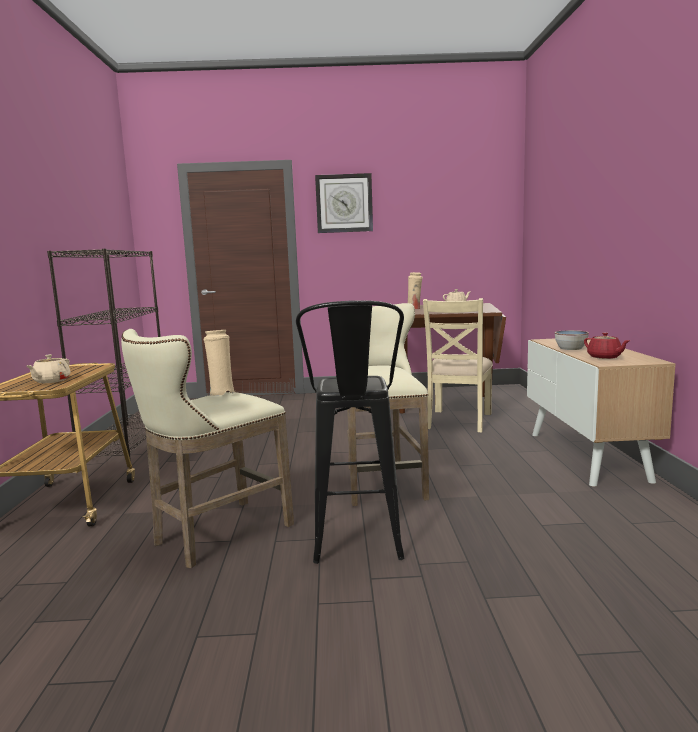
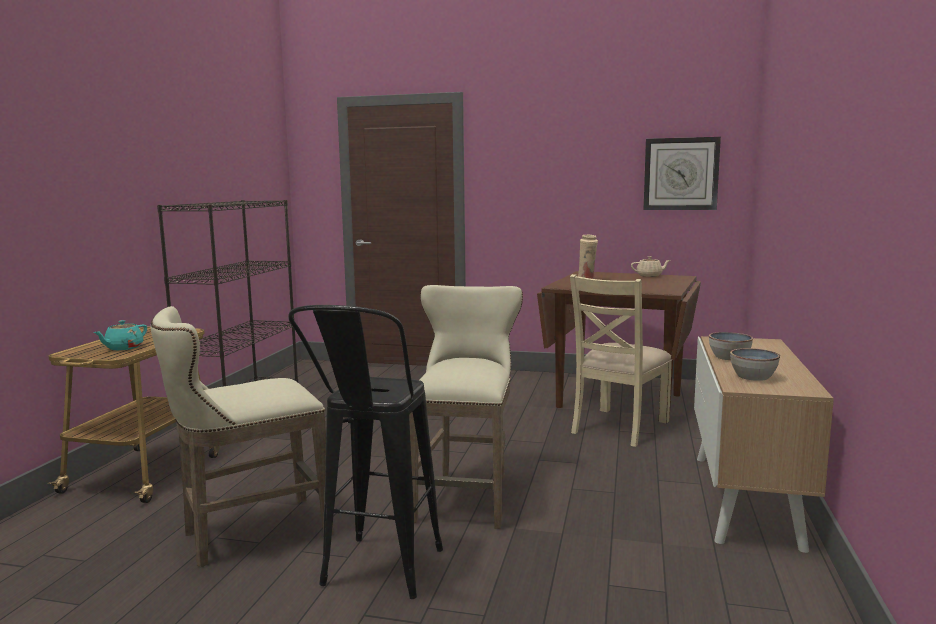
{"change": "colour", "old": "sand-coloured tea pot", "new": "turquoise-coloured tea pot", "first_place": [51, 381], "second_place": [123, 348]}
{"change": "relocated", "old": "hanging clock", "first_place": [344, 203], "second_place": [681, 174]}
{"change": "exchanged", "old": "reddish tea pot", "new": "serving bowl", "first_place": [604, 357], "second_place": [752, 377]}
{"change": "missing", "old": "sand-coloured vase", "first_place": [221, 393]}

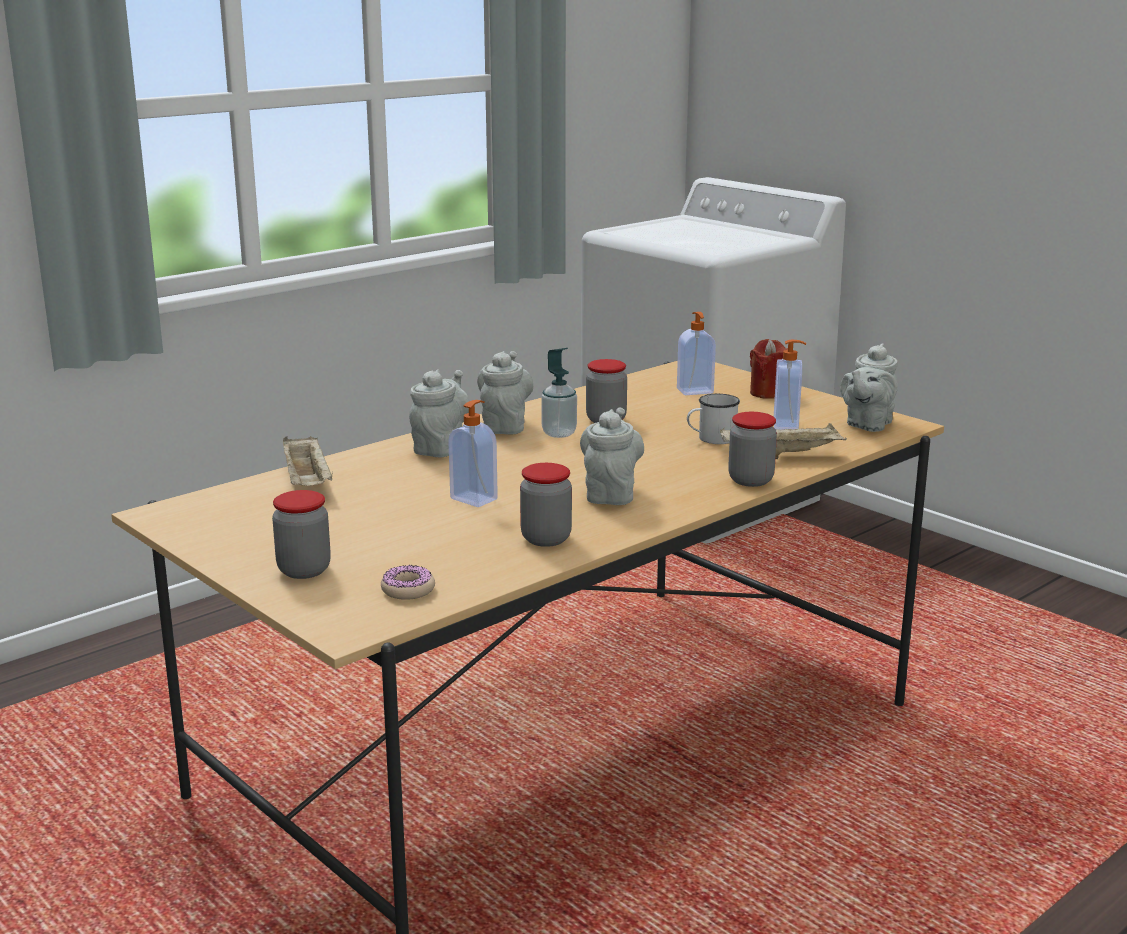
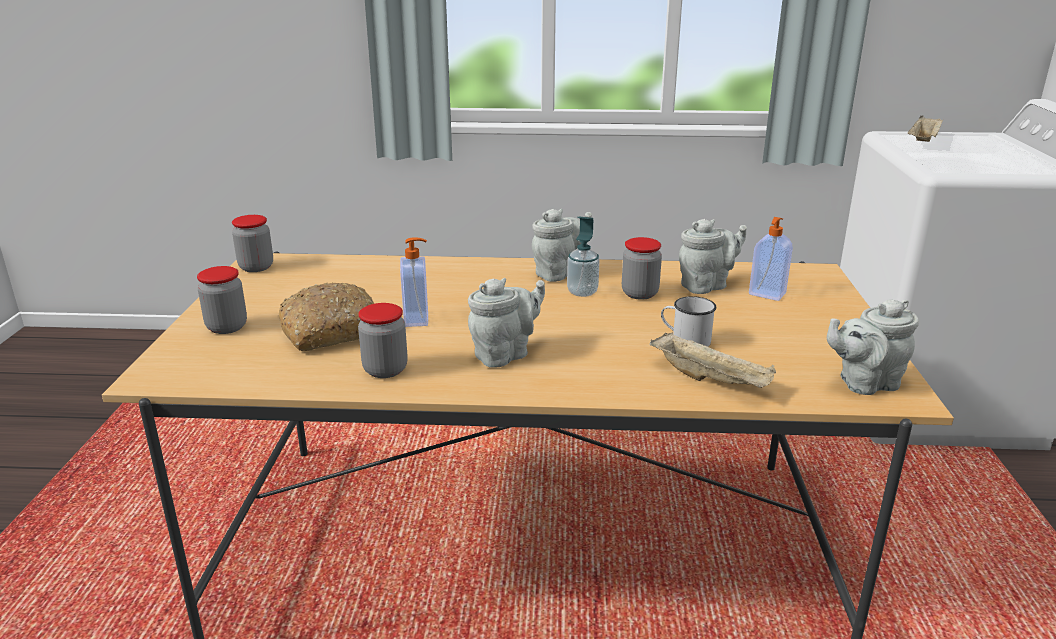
{"change": "relocated", "old": "storage jar", "first_place": [750, 480], "second_place": [256, 267]}
{"change": "appeared", "new": "baked bread", "second_place": [332, 331]}
{"change": "relocated", "old": "gray tea pot", "first_place": [440, 448], "second_place": [707, 286]}
{"change": "relocated", "old": "sand-coloured serving tray", "first_place": [308, 483], "second_place": [923, 142]}
{"change": "missing", "old": "donut", "first_place": [408, 590]}
{"change": "missing", "old": "reddish wax light", "first_place": [768, 393]}
{"change": "missing", "old": "liquid soap bottle", "first_place": [787, 425]}

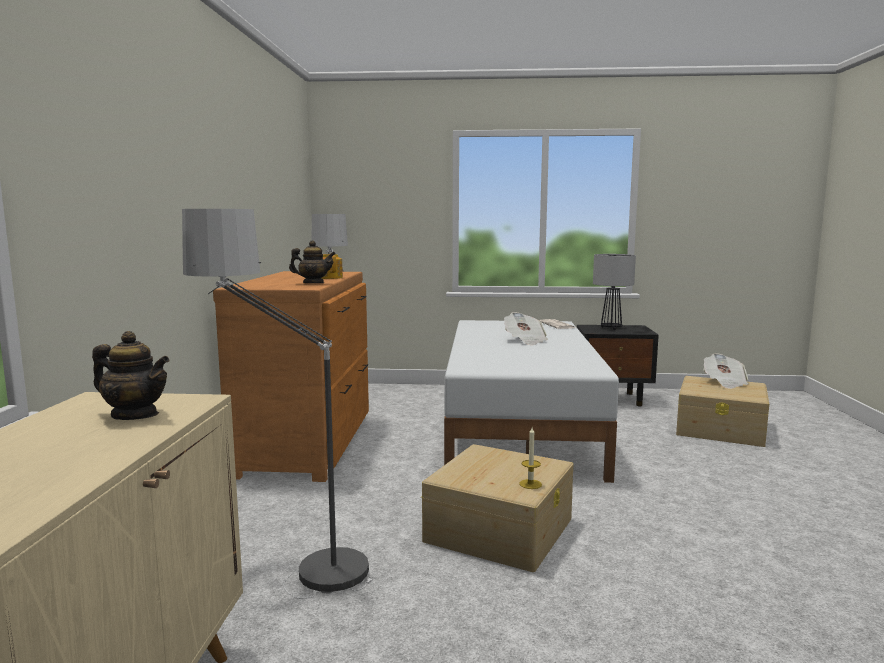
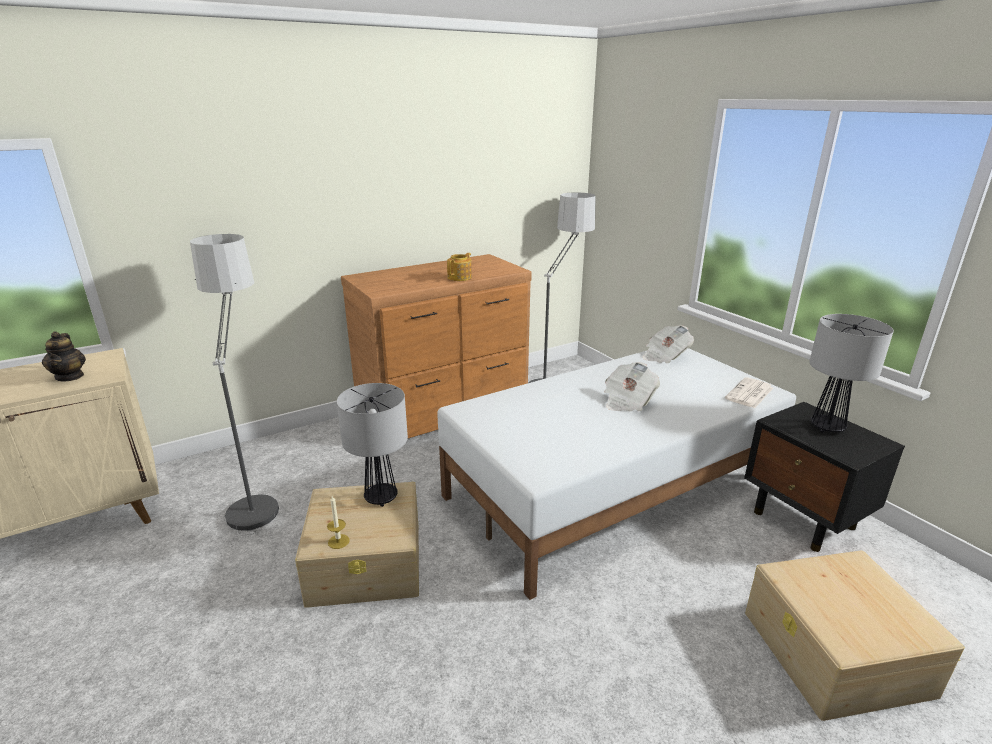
{"change": "appeared", "new": "lamp for a table", "second_place": [380, 498]}
{"change": "relocated", "old": "daily paper", "first_place": [724, 383], "second_place": [665, 356]}
{"change": "missing", "old": "tea pot", "first_place": [313, 283]}

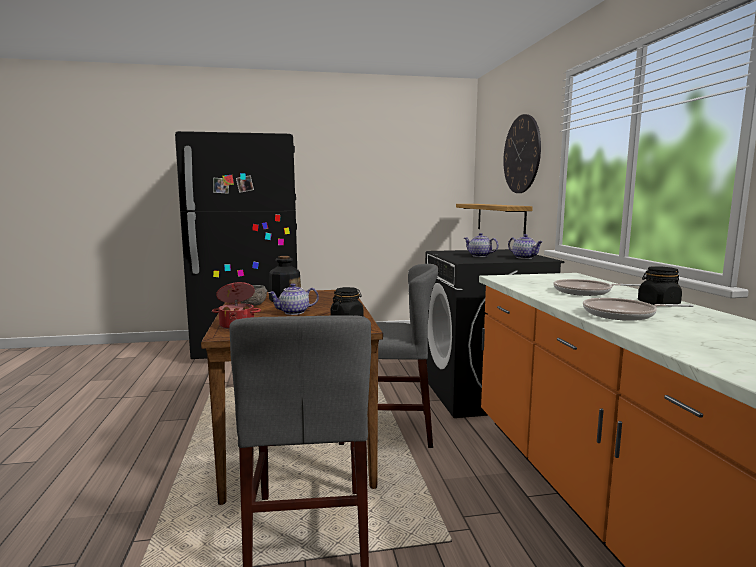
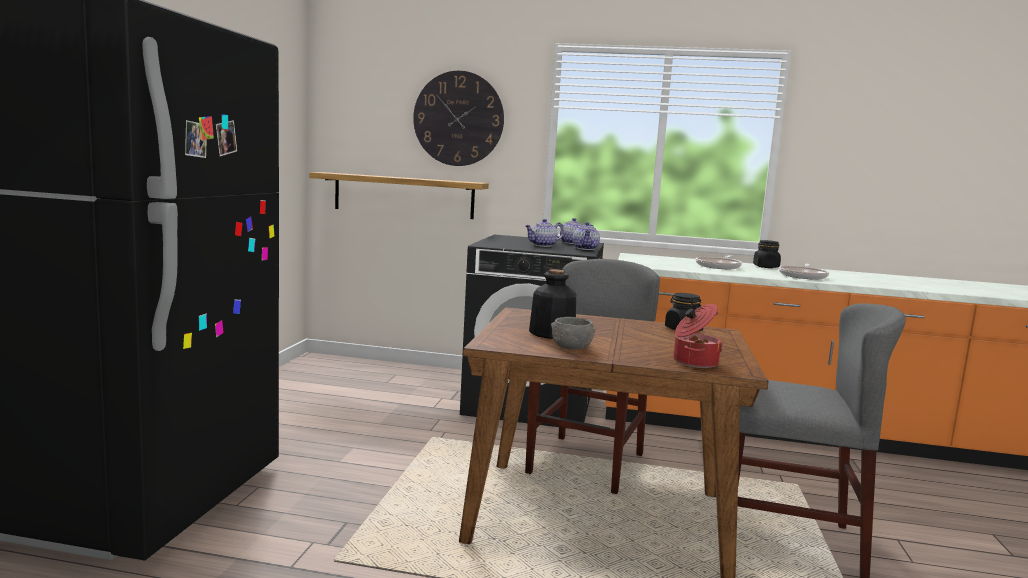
{"change": "relocated", "old": "tea pot", "first_place": [294, 312], "second_place": [586, 248]}

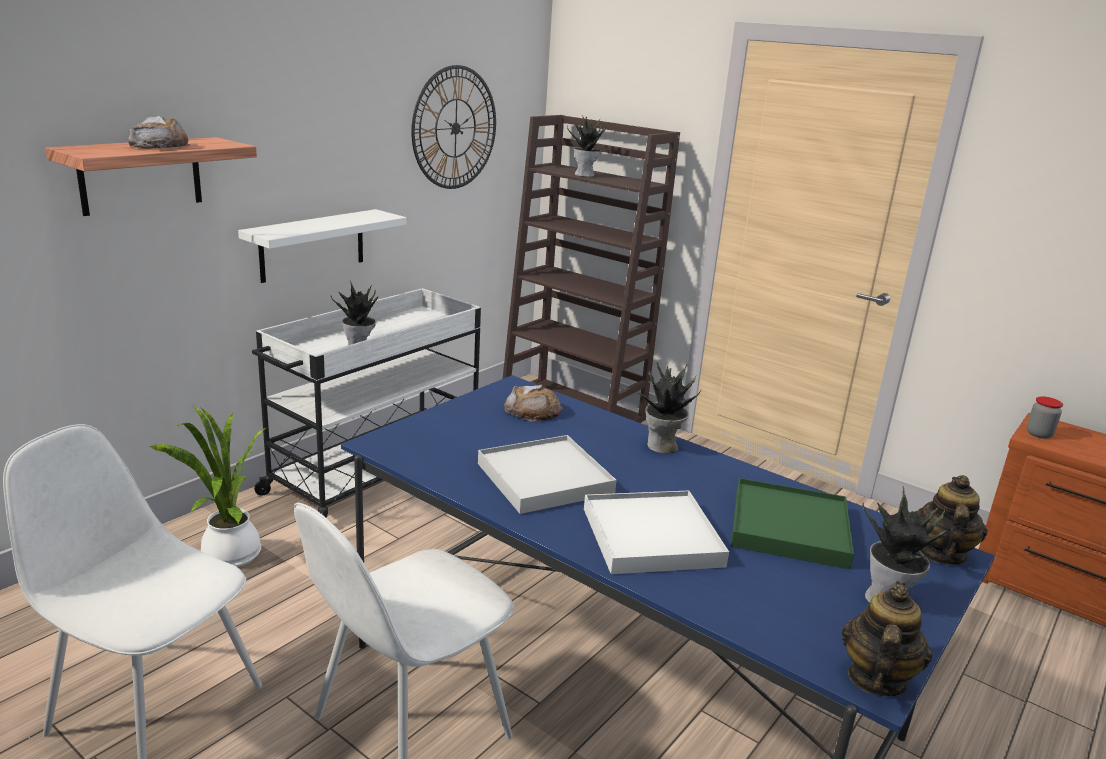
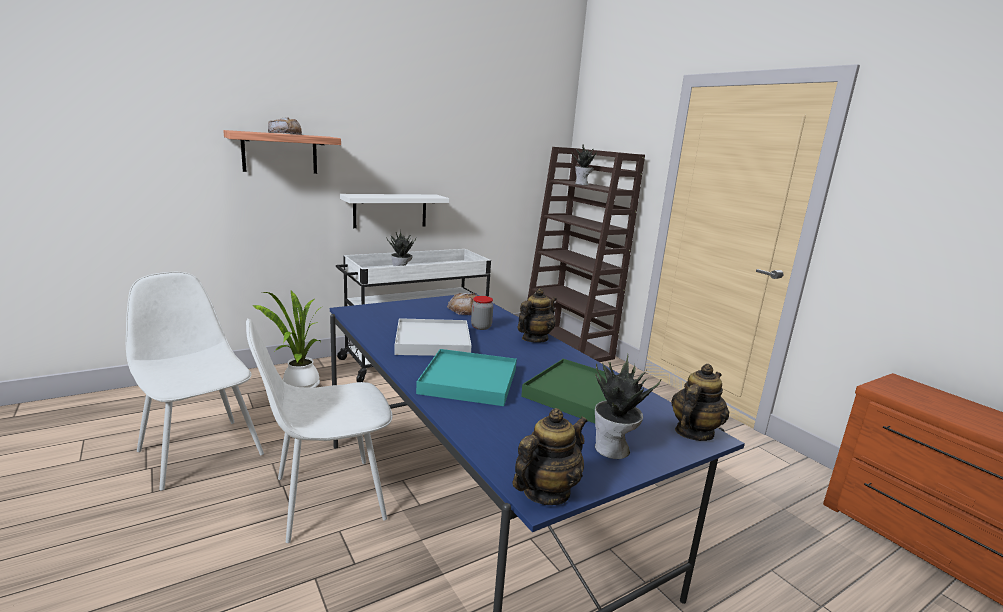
{"change": "colour", "old": "whitish serving tray", "new": "turquoise-coloured serving tray", "first_place": [651, 537], "second_place": [468, 381]}
{"change": "relocated", "old": "storage jar", "first_place": [1039, 434], "second_place": [481, 327]}
{"change": "exchanged", "old": "potted plant", "new": "tea pot", "first_place": [662, 446], "second_place": [534, 339]}
{"change": "missing", "old": "hanging clock", "first_place": [455, 128]}

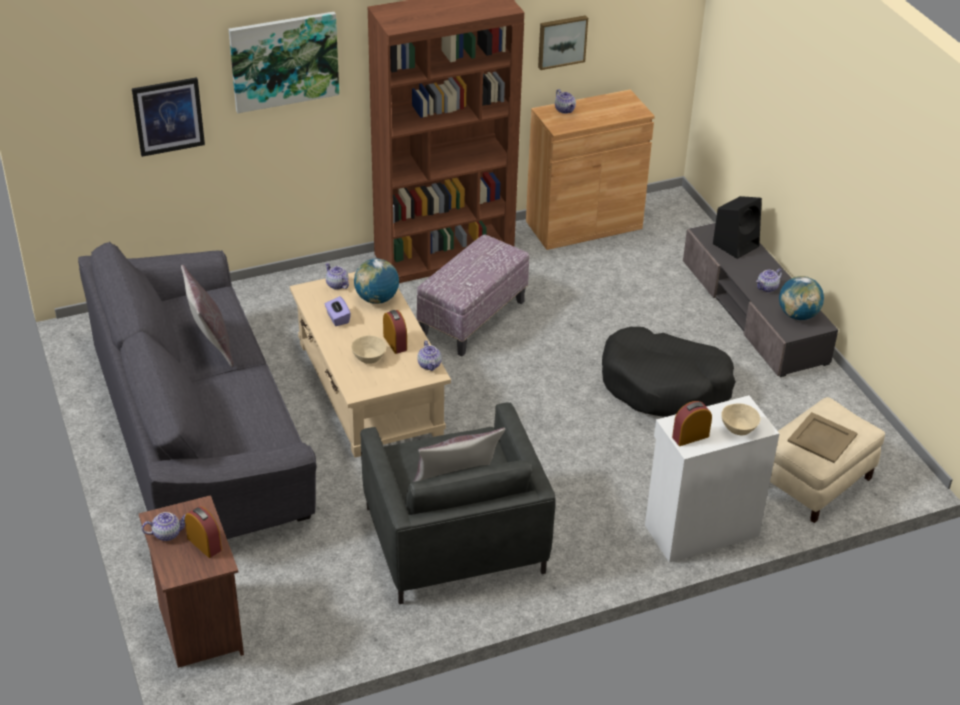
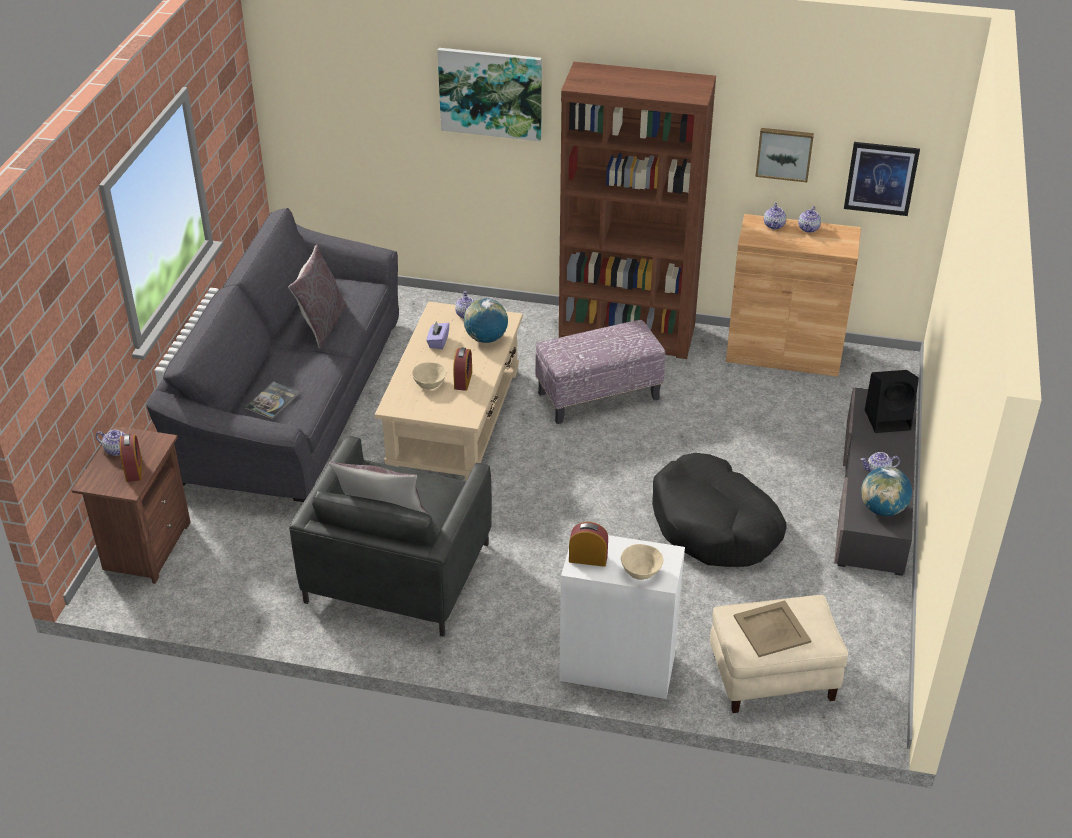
{"change": "appeared", "new": "volume", "second_place": [272, 401]}
{"change": "relocated", "old": "tea pot", "first_place": [429, 365], "second_place": [809, 229]}
{"change": "relocated", "old": "wall picture", "first_place": [168, 116], "second_place": [881, 178]}

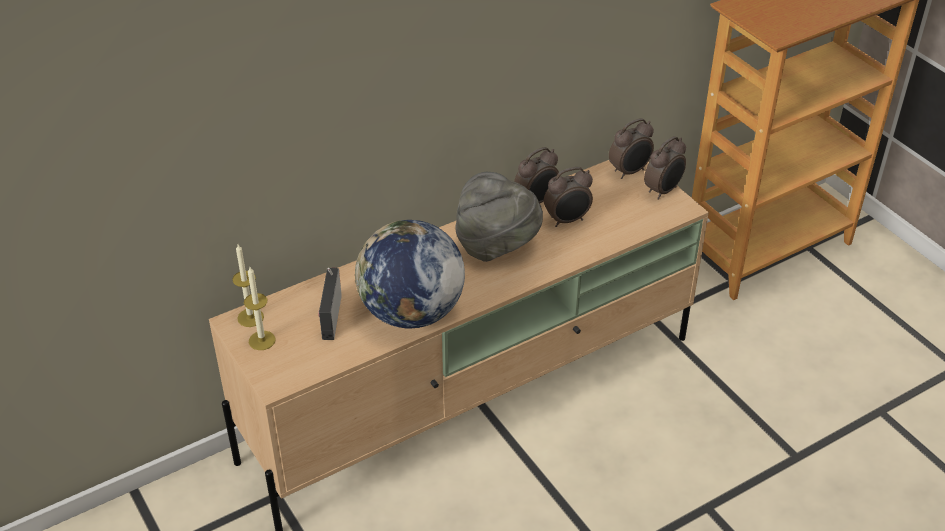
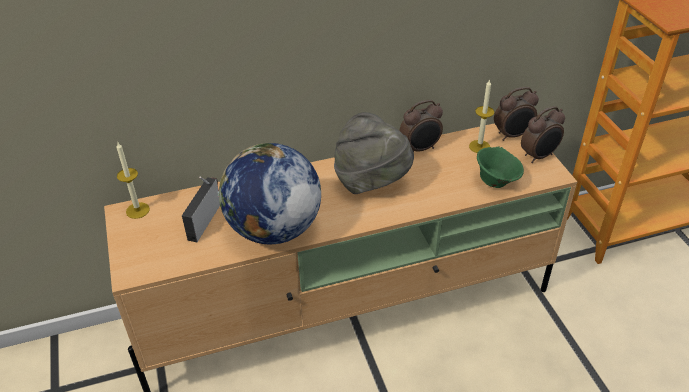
{"change": "relocated", "old": "wax light", "first_place": [262, 340], "second_place": [479, 146]}
{"change": "appeared", "new": "greenish serving bowl", "second_place": [496, 181]}
{"change": "missing", "old": "bedside clock", "first_place": [567, 220]}

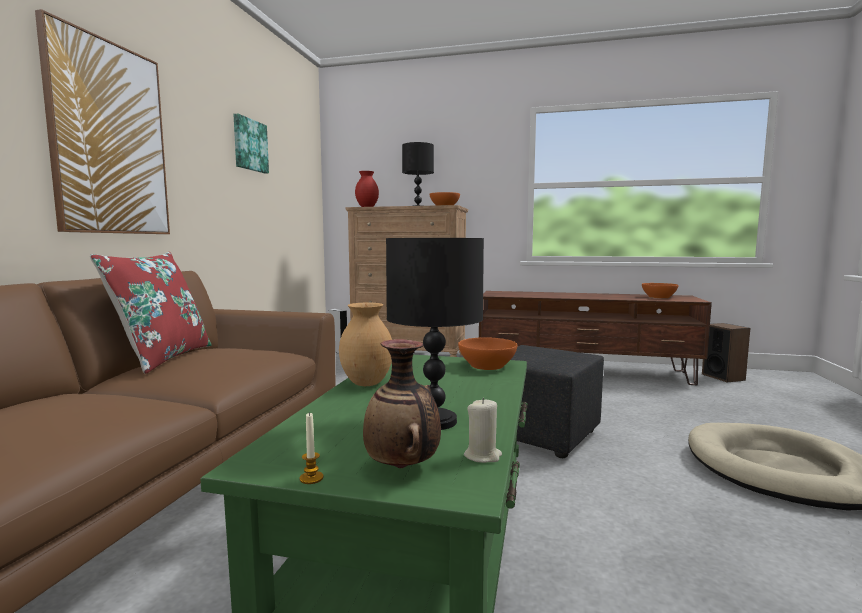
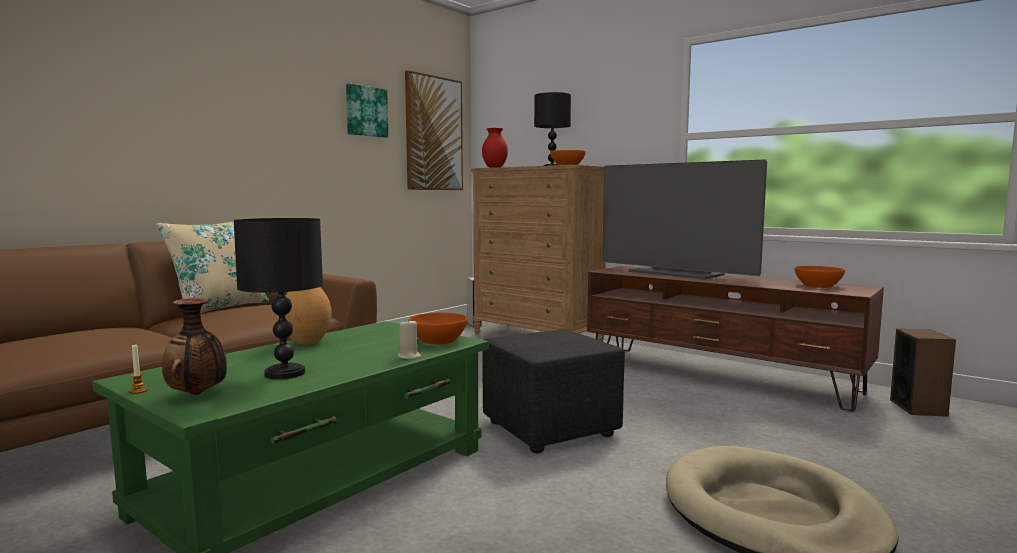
{"change": "colour", "old": "reddish throw pillow", "new": "sand-coloured throw pillow", "first_place": [162, 358], "second_place": [218, 308]}
{"change": "relocated", "old": "sand-coloured wax light", "first_place": [483, 456], "second_place": [409, 356]}
{"change": "relocated", "old": "wall picture", "first_place": [109, 139], "second_place": [433, 134]}
{"change": "appeared", "new": "television", "second_place": [676, 273]}

